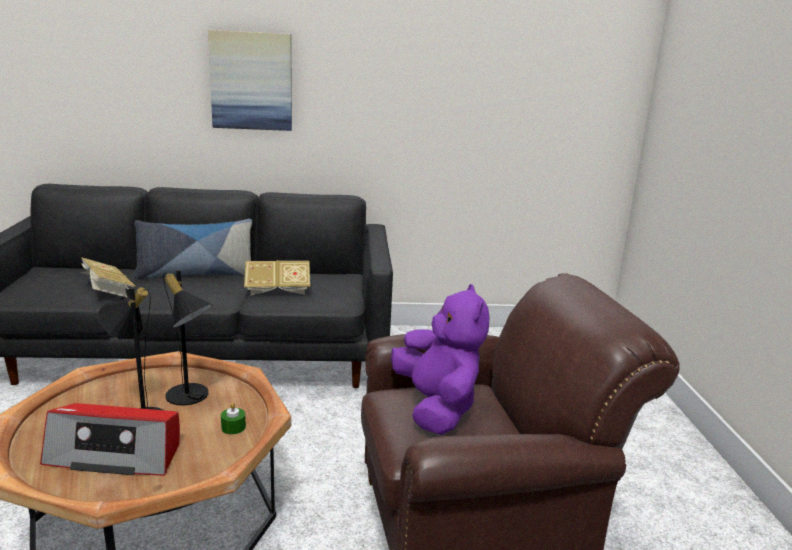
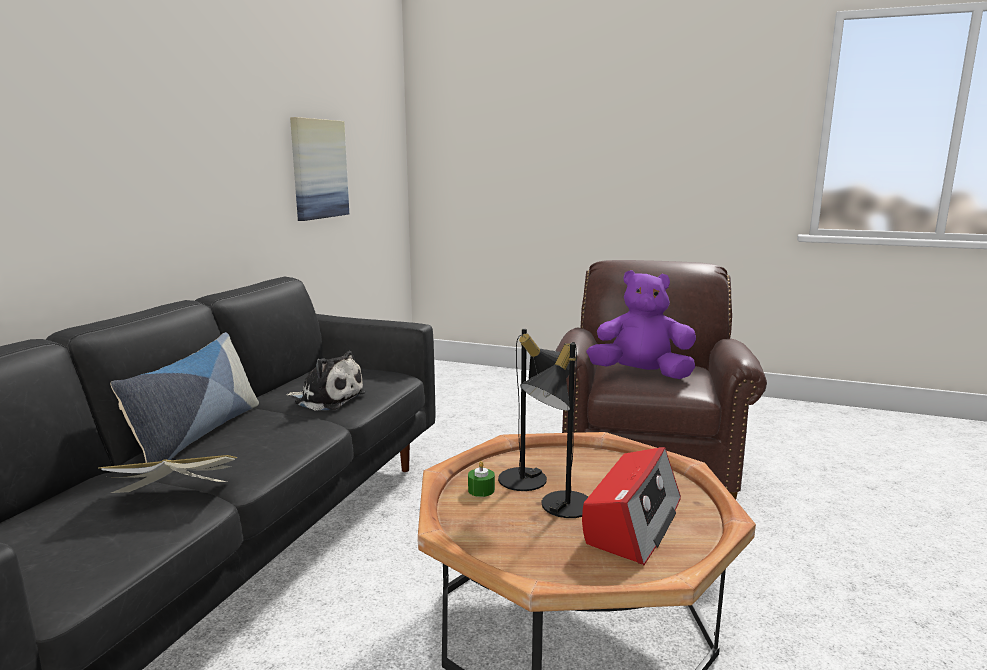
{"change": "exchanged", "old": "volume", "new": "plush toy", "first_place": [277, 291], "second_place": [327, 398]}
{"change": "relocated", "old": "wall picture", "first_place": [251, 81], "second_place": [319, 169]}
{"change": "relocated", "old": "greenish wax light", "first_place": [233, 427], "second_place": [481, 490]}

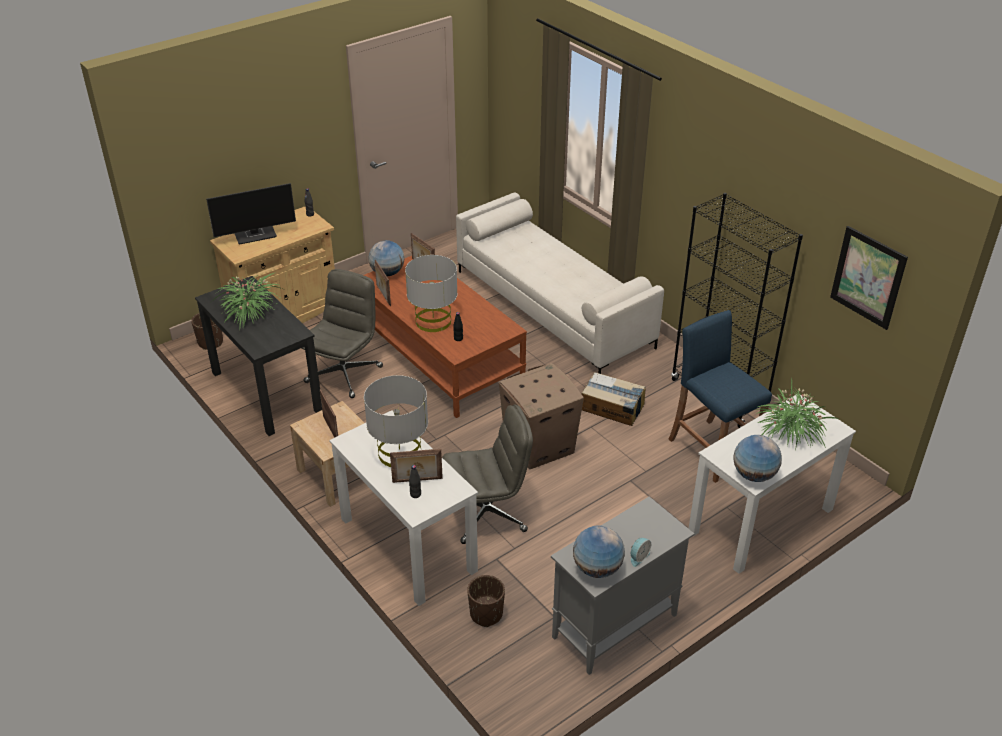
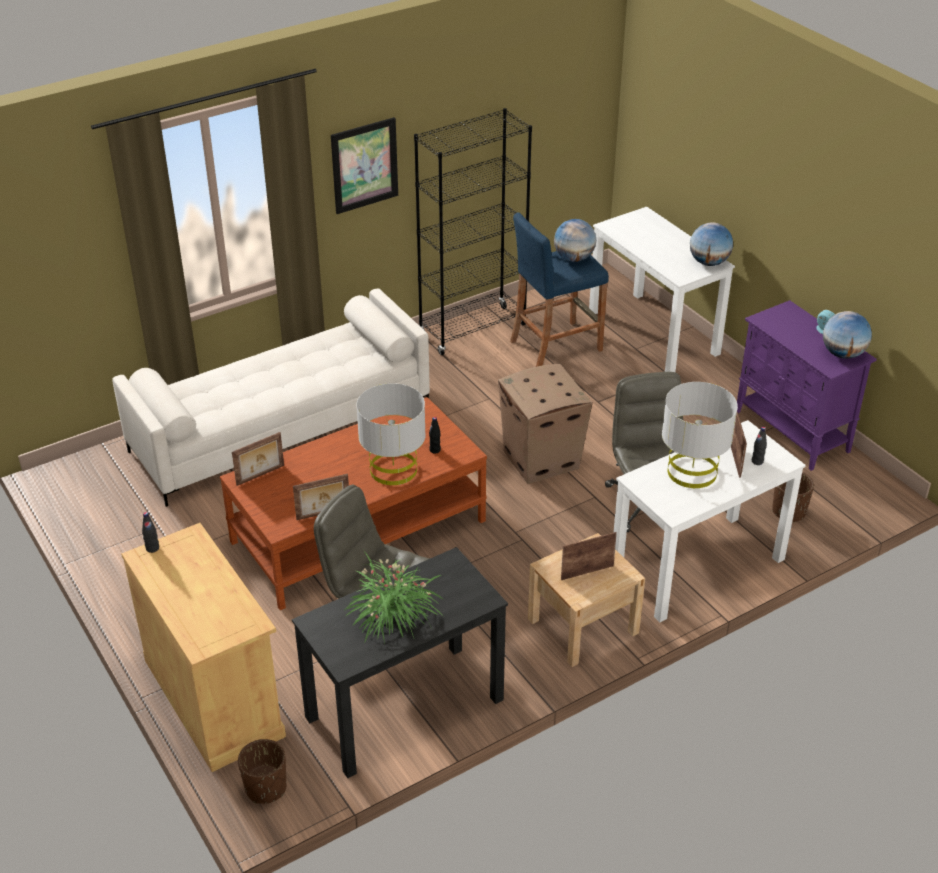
{"change": "relocated", "old": "wall picture", "first_place": [868, 277], "second_place": [364, 165]}
{"change": "relocated", "old": "desk globe", "first_place": [387, 273], "second_place": [574, 258]}
{"change": "colour", "old": "gray cupboard", "new": "purple cupboard", "first_place": [614, 627], "second_place": [792, 432]}
{"change": "missing", "old": "monitor", "first_place": [256, 235]}
{"change": "missing", "old": "packing box", "first_place": [612, 407]}
{"change": "missing", "old": "potted plant", "first_place": [791, 431]}

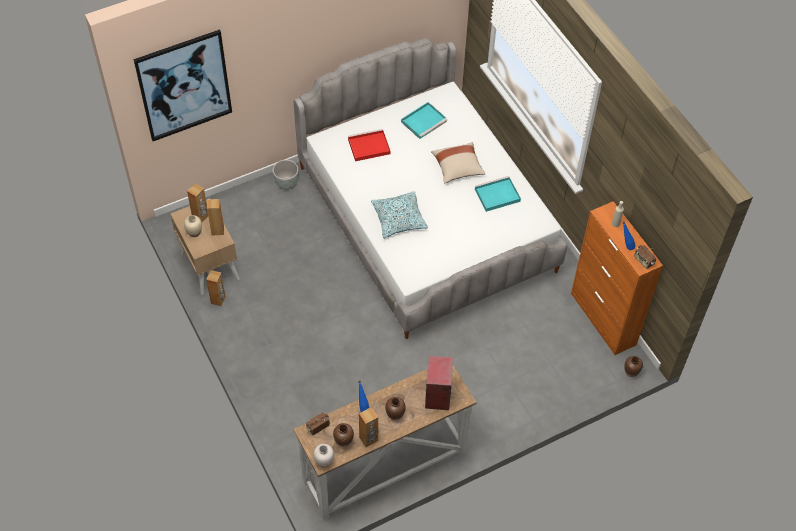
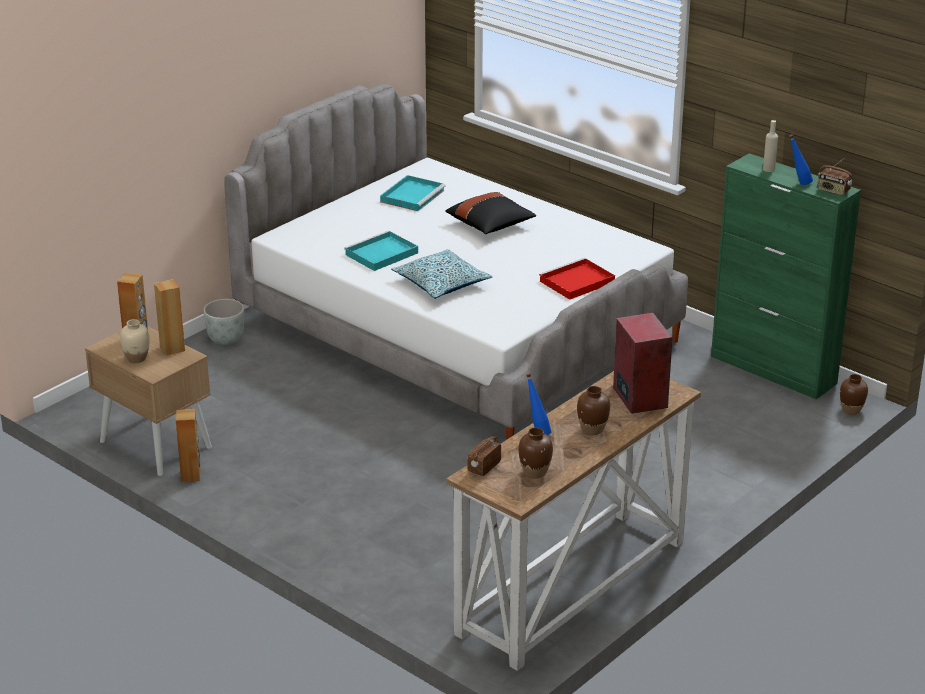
{"change": "relocated", "old": "turquoise-coloured serving tray", "first_place": [496, 195], "second_place": [380, 254]}
{"change": "colour", "old": "sand-coloured throw pillow", "new": "blackish throw pillow", "first_place": [457, 168], "second_place": [491, 225]}
{"change": "relocated", "old": "reddish serving tray", "first_place": [368, 147], "second_place": [576, 282]}
{"change": "colour", "old": "orange-coloured cupboard", "new": "greenish cupboard", "first_place": [603, 319], "second_place": [773, 370]}
{"change": "missing", "old": "wall picture", "first_place": [184, 86]}
{"change": "missing", "old": "whitish vase", "first_place": [324, 462]}
{"change": "missing", "old": "brown audio speaker", "first_place": [368, 439]}

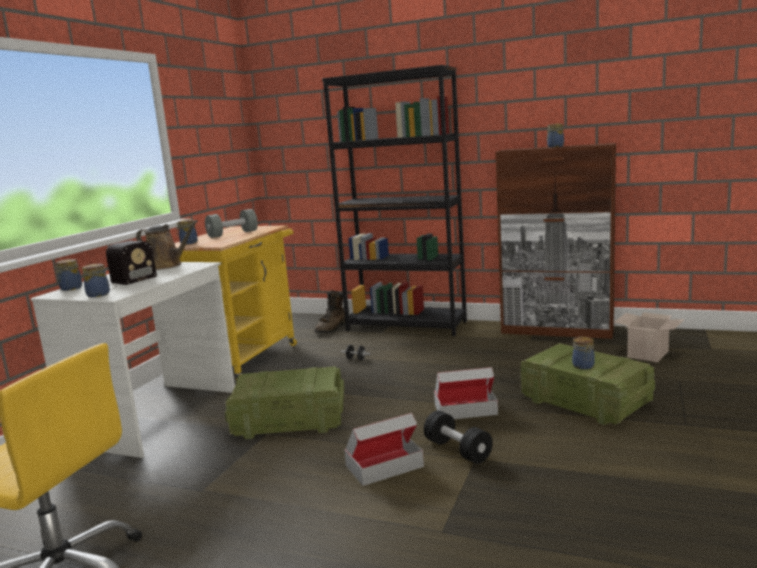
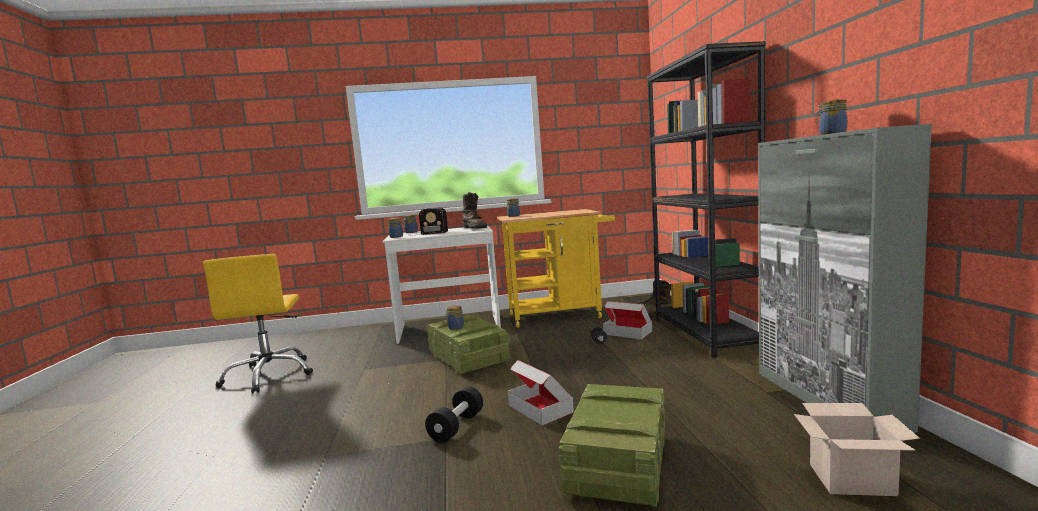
{"change": "relocated", "old": "storage jar", "first_place": [583, 366], "second_place": [455, 328]}
{"change": "exchanged", "old": "brown watering can", "new": "brown tall boot", "first_place": [167, 266], "second_place": [475, 228]}
{"change": "relocated", "old": "packing box", "first_place": [384, 466], "second_place": [628, 332]}
{"change": "colour", "old": "brown cupboard", "new": "gray cupboard", "first_place": [557, 330], "second_place": [827, 399]}
{"change": "missing", "old": "gray dumbbell", "first_place": [232, 234]}

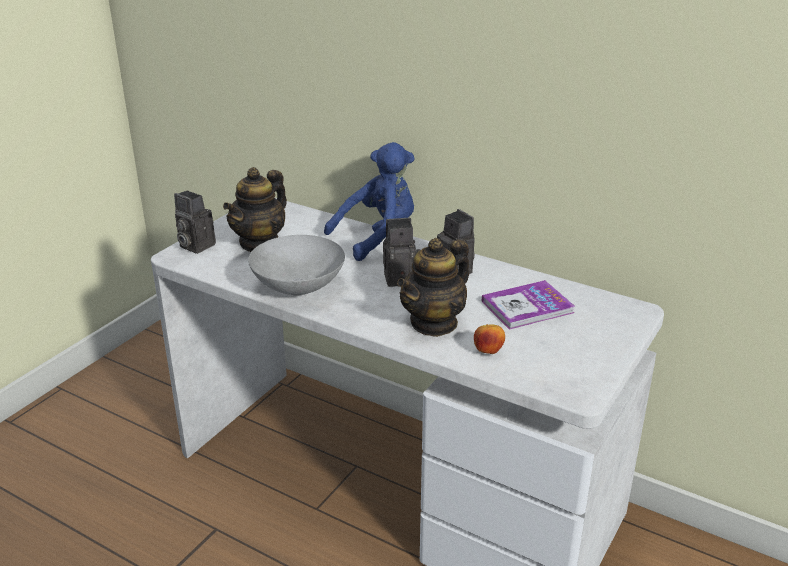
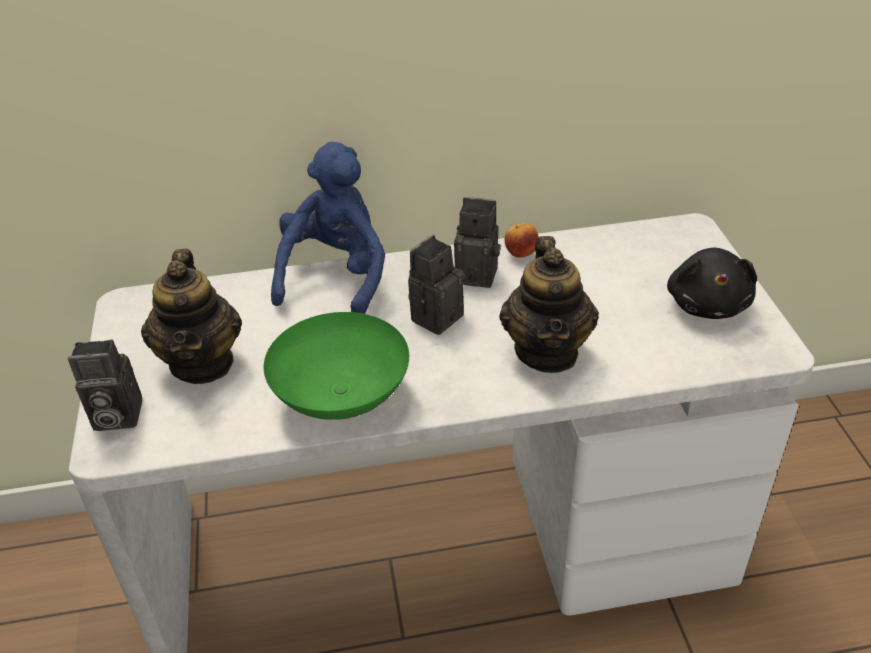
{"change": "colour", "old": "gray serving bowl", "new": "greenish serving bowl", "first_place": [297, 287], "second_place": [339, 398]}
{"change": "relocated", "old": "apple", "first_place": [488, 351], "second_place": [520, 254]}
{"change": "appeared", "new": "blackish plush toy", "second_place": [707, 304]}
{"change": "missing", "old": "volume", "first_place": [527, 307]}

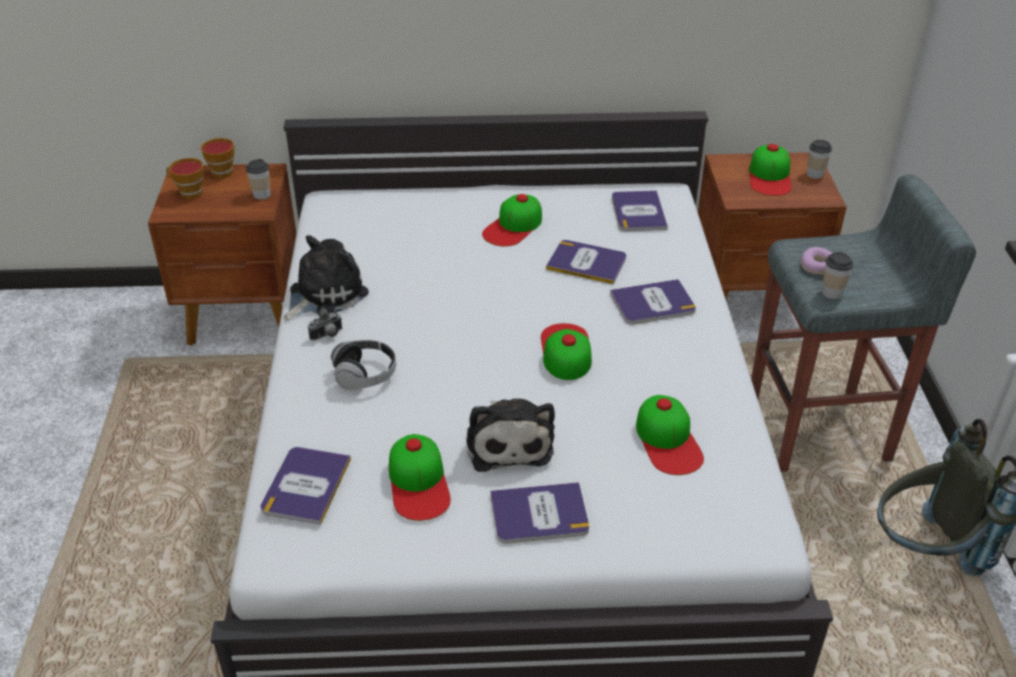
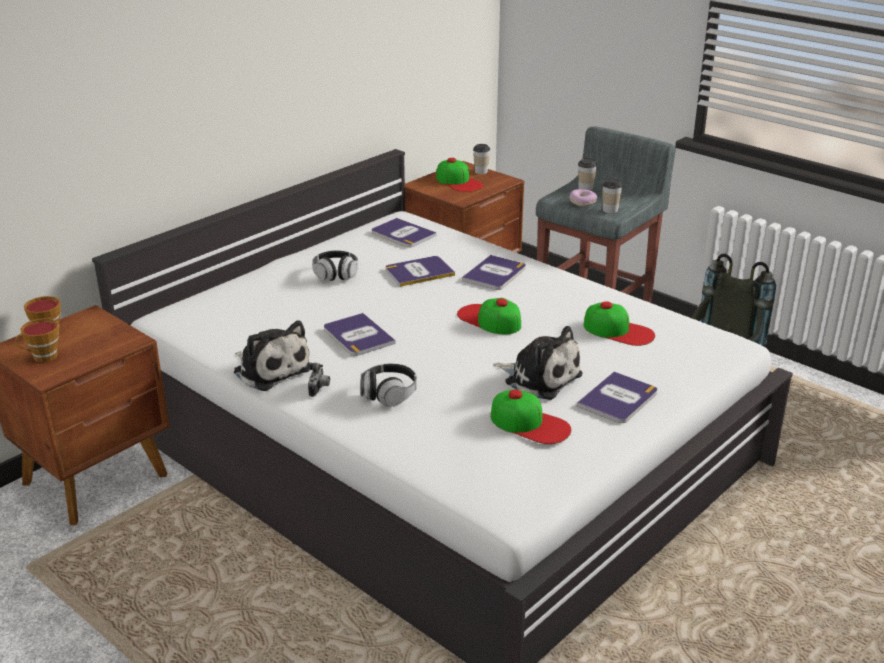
{"change": "spun", "old": "plush toy", "first_place": [324, 294], "second_place": [270, 369], "degrees": 135}
{"change": "exchanged", "old": "cap", "new": "headset", "first_place": [513, 226], "second_place": [335, 274]}
{"change": "relocated", "old": "volume", "first_place": [306, 486], "second_place": [358, 336]}
{"change": "relocated", "old": "cup", "first_place": [261, 195], "second_place": [585, 189]}

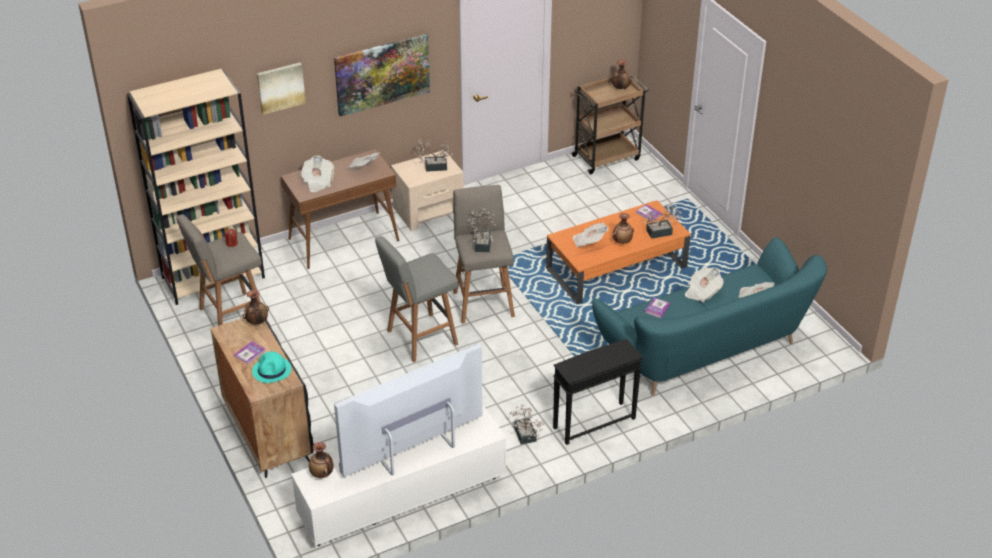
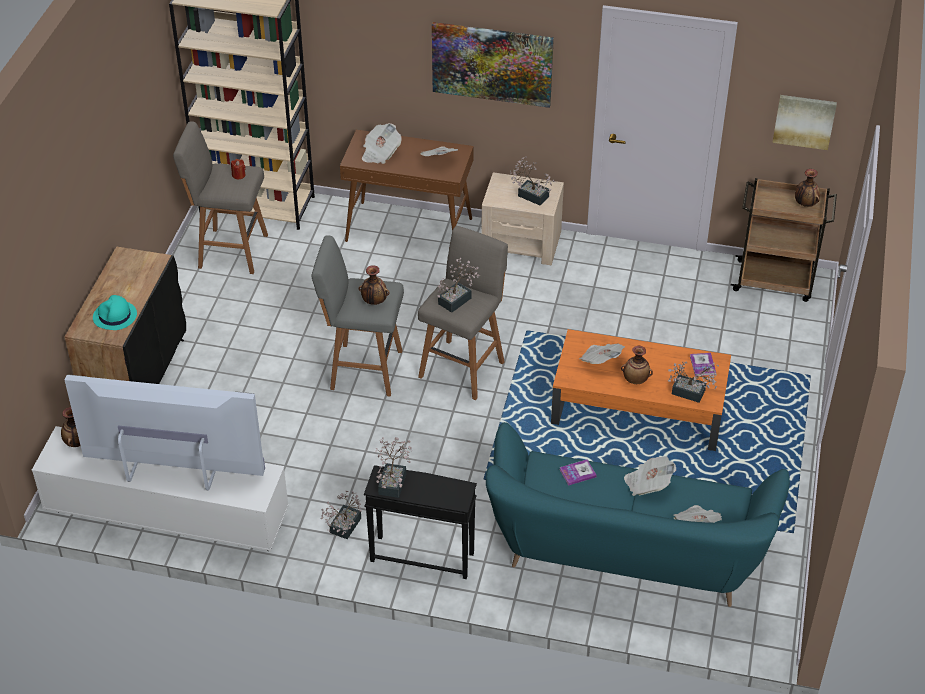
{"change": "relocated", "old": "vase", "first_place": [257, 322], "second_place": [374, 301]}
{"change": "appeared", "new": "potted plant", "second_place": [394, 480]}
{"change": "relocated", "old": "wall picture", "first_place": [280, 87], "second_place": [804, 121]}
{"change": "missing", "old": "volume", "first_place": [250, 353]}

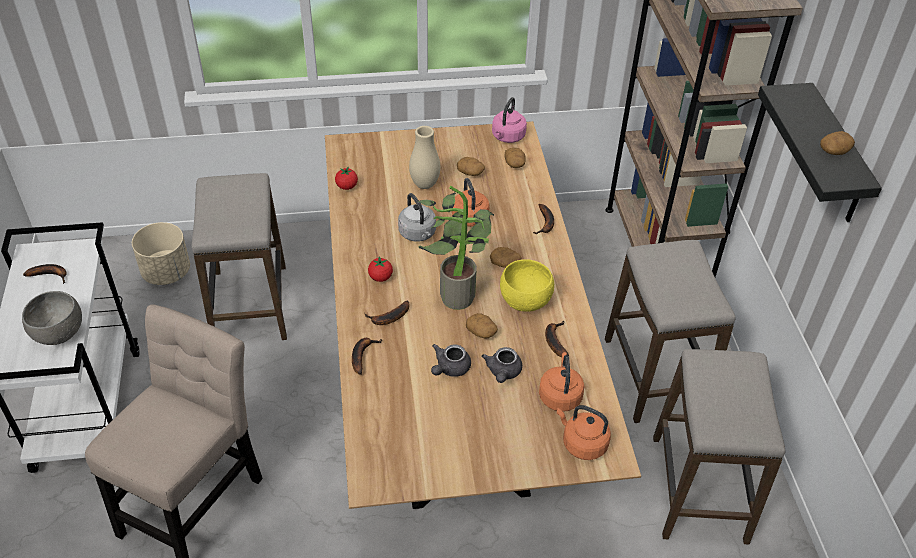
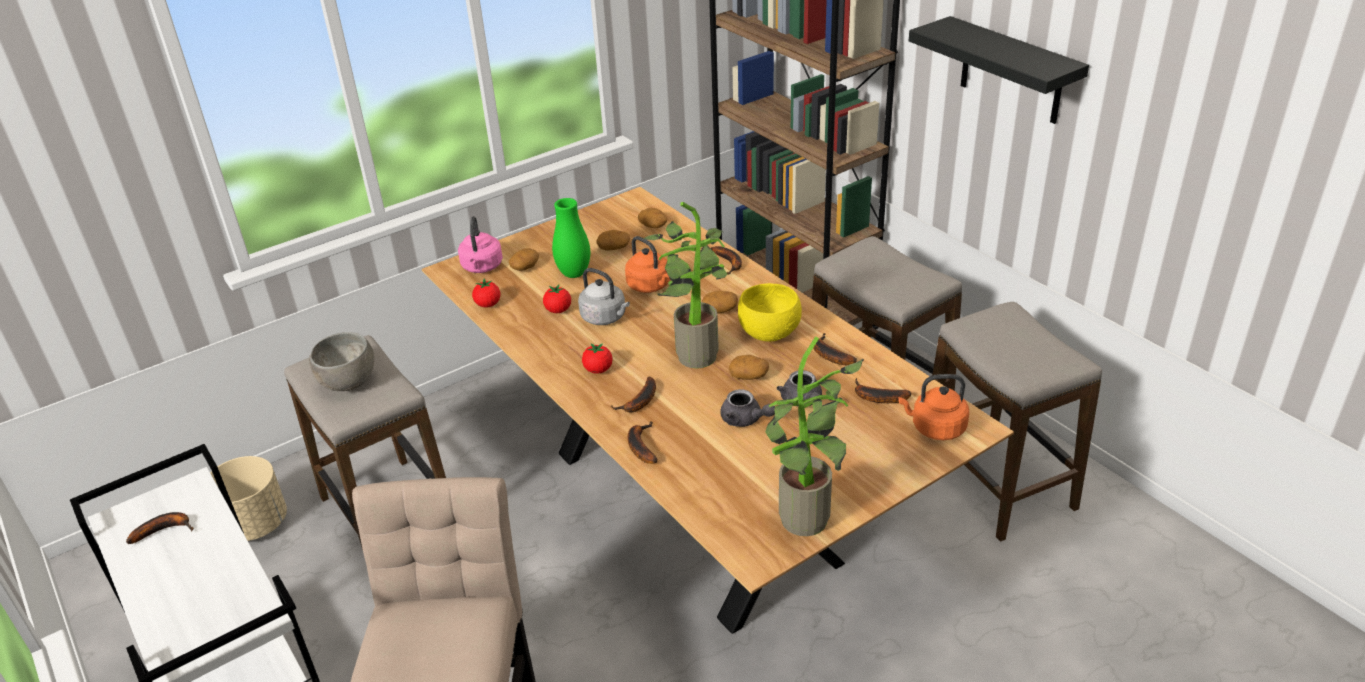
{"change": "relocated", "old": "gray serving bowl", "first_place": [58, 333], "second_place": [347, 382]}
{"change": "relocated", "old": "pinkish kettle", "first_place": [507, 137], "second_place": [482, 267]}
{"change": "relocated", "old": "whole potato", "first_place": [834, 151], "second_place": [525, 267]}
{"change": "appeared", "new": "tomato", "second_place": [558, 310]}
{"change": "colour", "old": "sand-coloured vase", "new": "greenish vase", "first_place": [424, 184], "second_place": [574, 274]}
{"change": "spun", "old": "gray tea pot", "first_place": [449, 368], "second_place": [745, 420], "degrees": -60}
{"change": "appeared", "new": "potted plant", "second_place": [808, 524]}
{"change": "exchanged", "old": "orange-coloured kettle", "new": "banana", "first_place": [560, 395], "second_place": [876, 397]}

